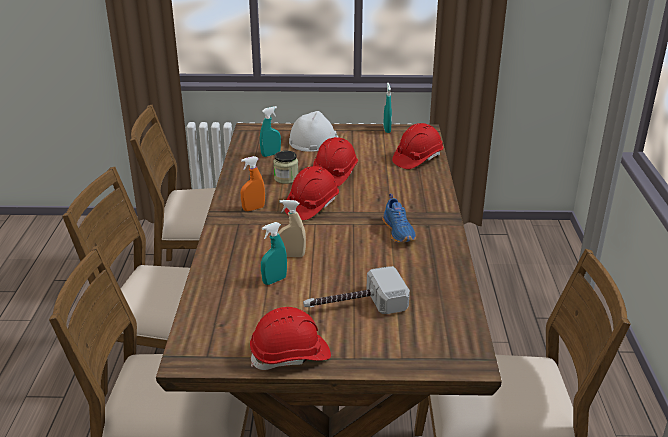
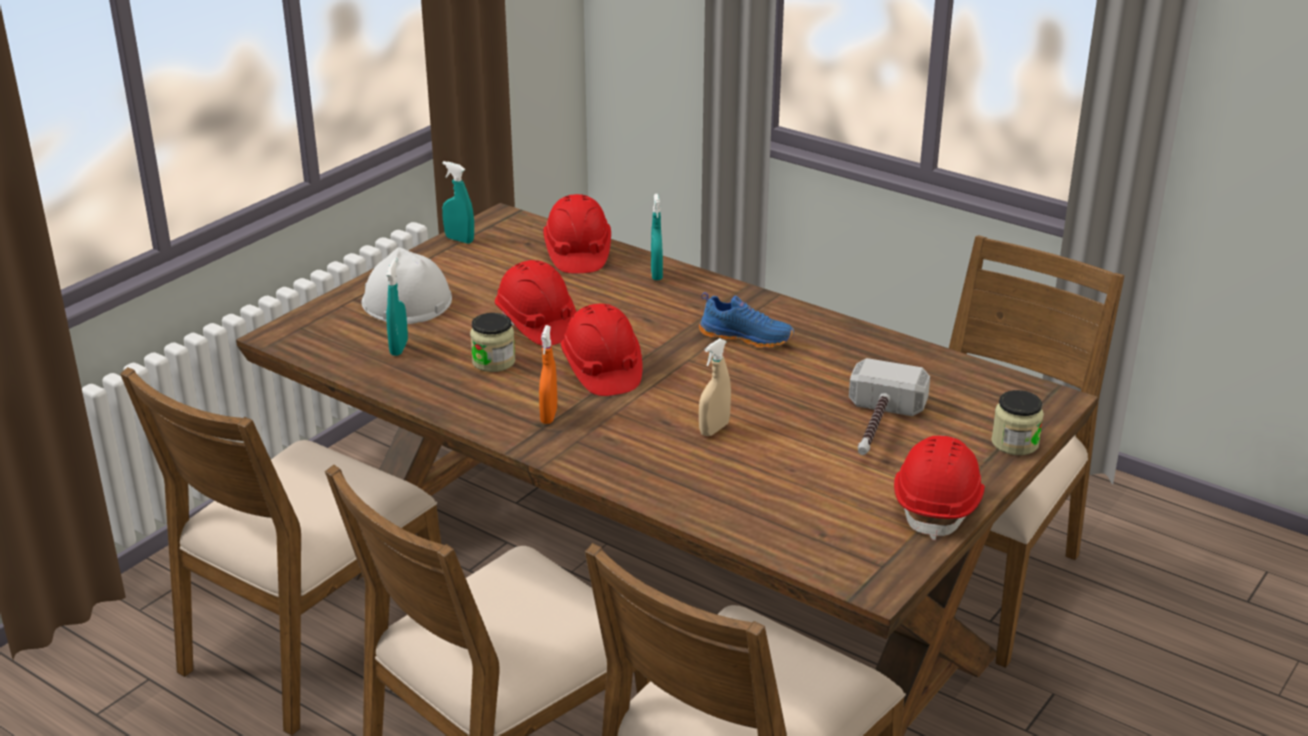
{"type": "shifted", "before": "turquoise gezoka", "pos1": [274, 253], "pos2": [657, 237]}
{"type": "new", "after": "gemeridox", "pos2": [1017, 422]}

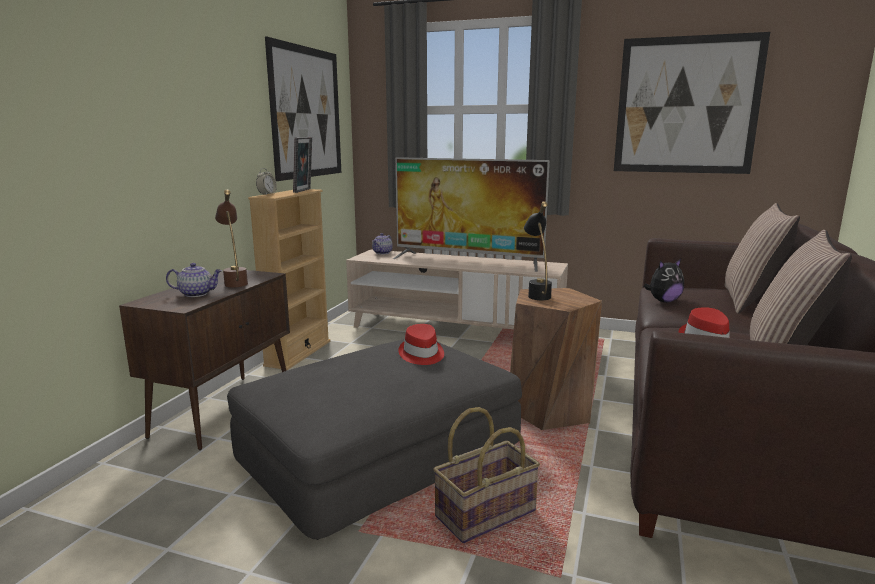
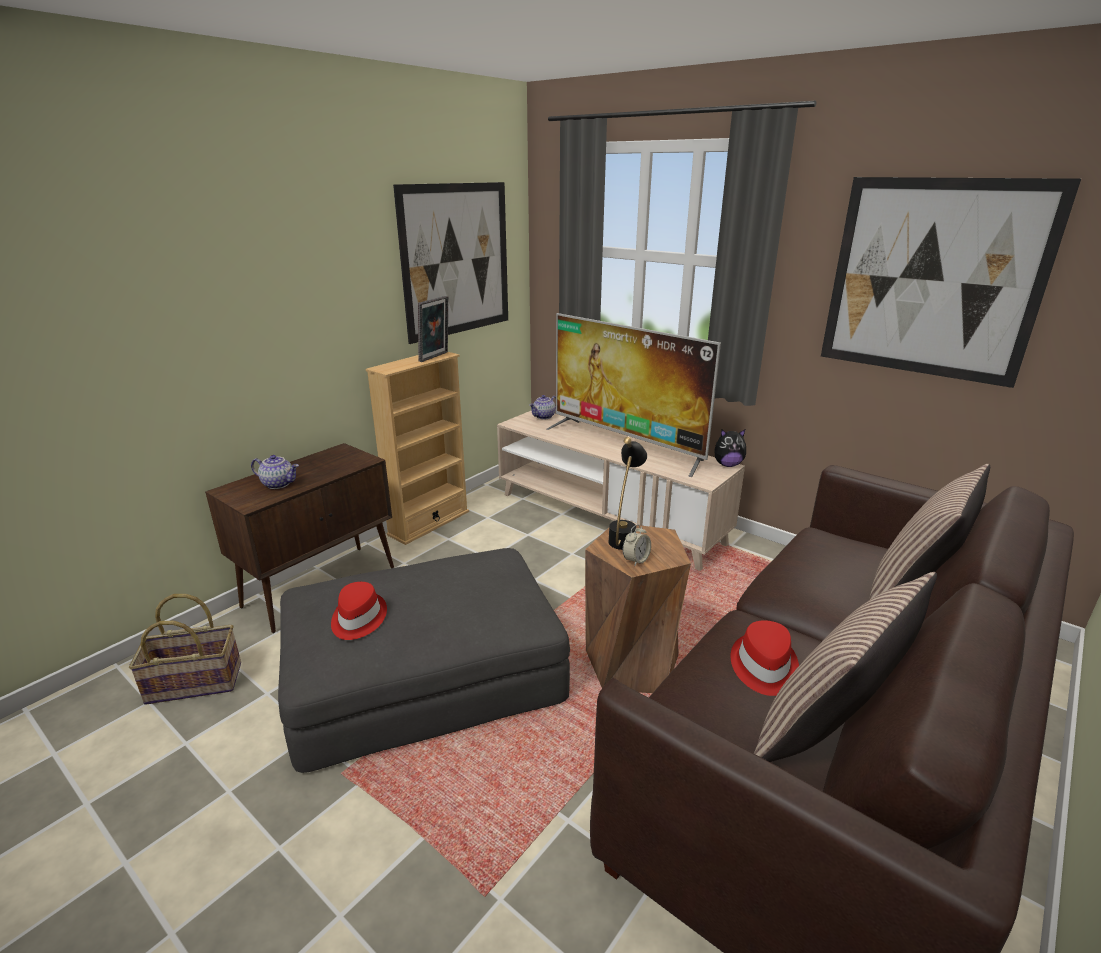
{"type": "shifted", "before": "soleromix", "pos1": [486, 475], "pos2": [185, 649]}
{"type": "shifted", "before": "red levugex", "pos1": [421, 344], "pos2": [359, 611]}
{"type": "shifted", "before": "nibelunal", "pos1": [266, 181], "pos2": [637, 545]}
{"type": "shifted", "before": "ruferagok", "pos1": [664, 280], "pos2": [730, 448]}
{"type": "gone", "before": "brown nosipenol", "pos1": [231, 238]}

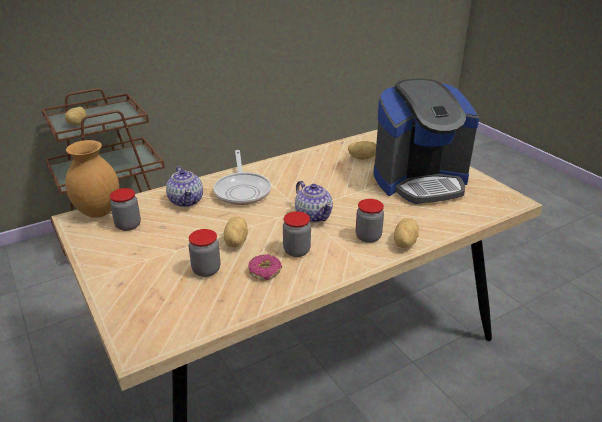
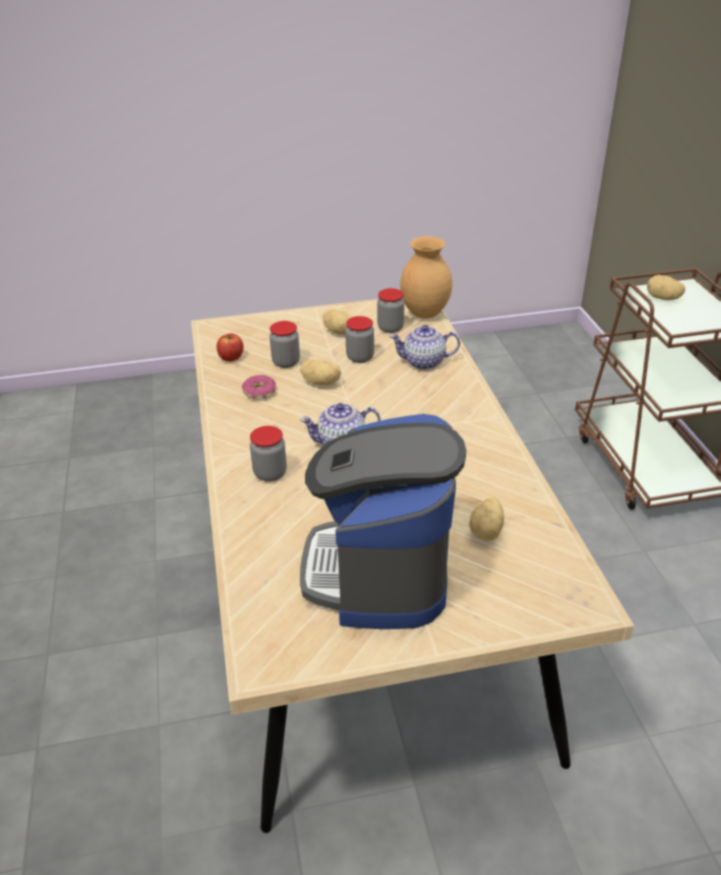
{"type": "new", "after": "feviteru", "pos2": [230, 347]}
{"type": "shifted", "before": "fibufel", "pos1": [406, 233], "pos2": [338, 322]}
{"type": "shifted", "before": "gemeridox", "pos1": [297, 234], "pos2": [359, 339]}
{"type": "gone", "before": "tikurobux", "pos1": [242, 177]}

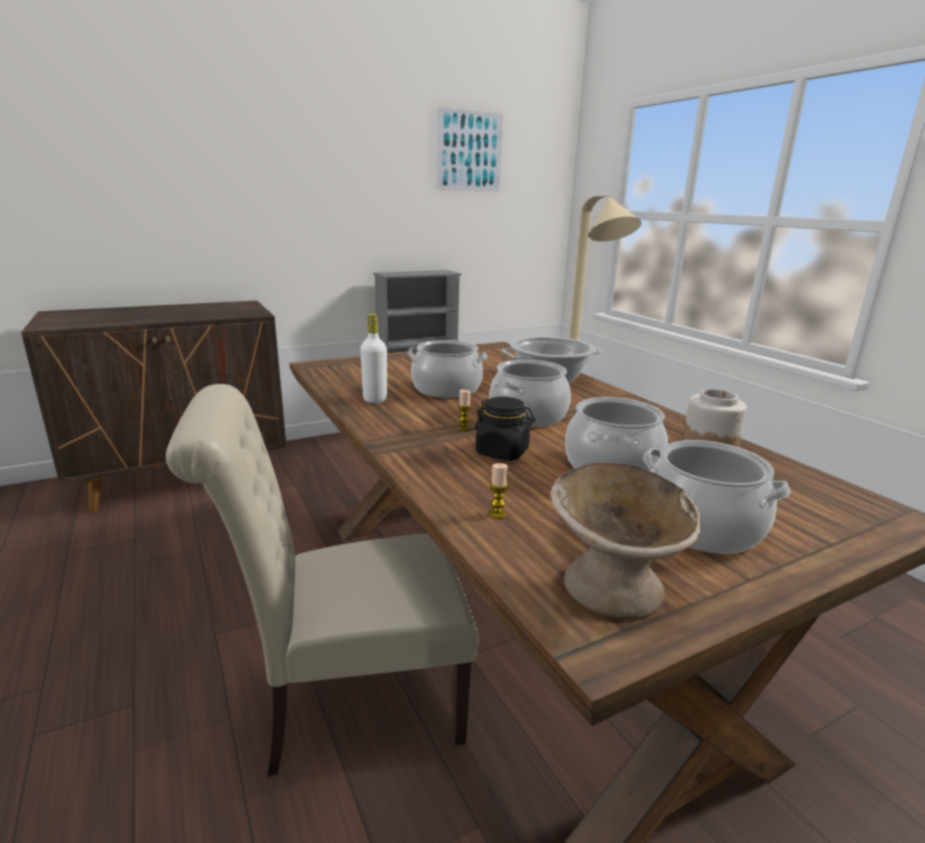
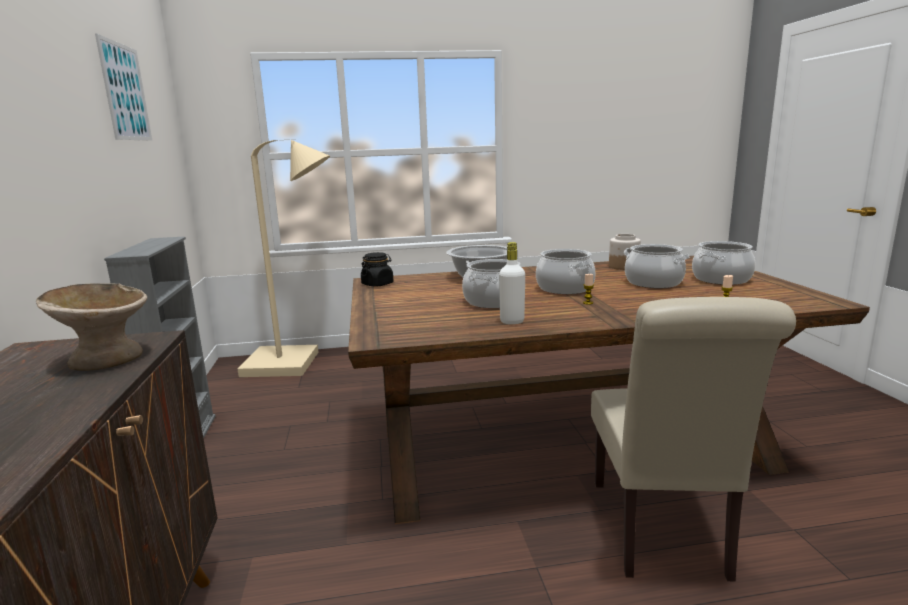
{"type": "shifted", "before": "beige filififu", "pos1": [626, 541], "pos2": [91, 327]}
{"type": "shifted", "before": "black gemeridox", "pos1": [504, 429], "pos2": [377, 269]}

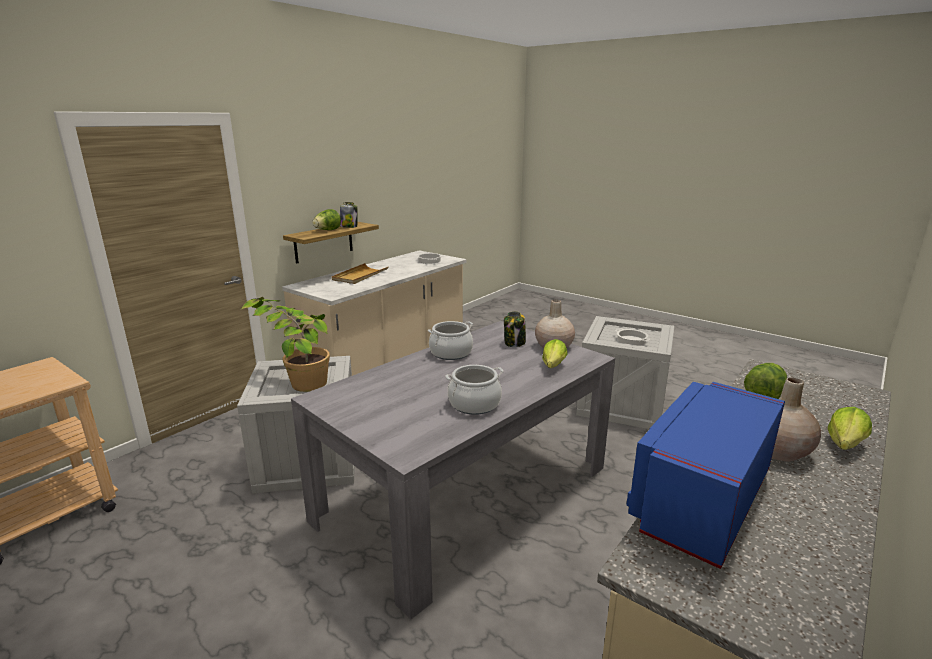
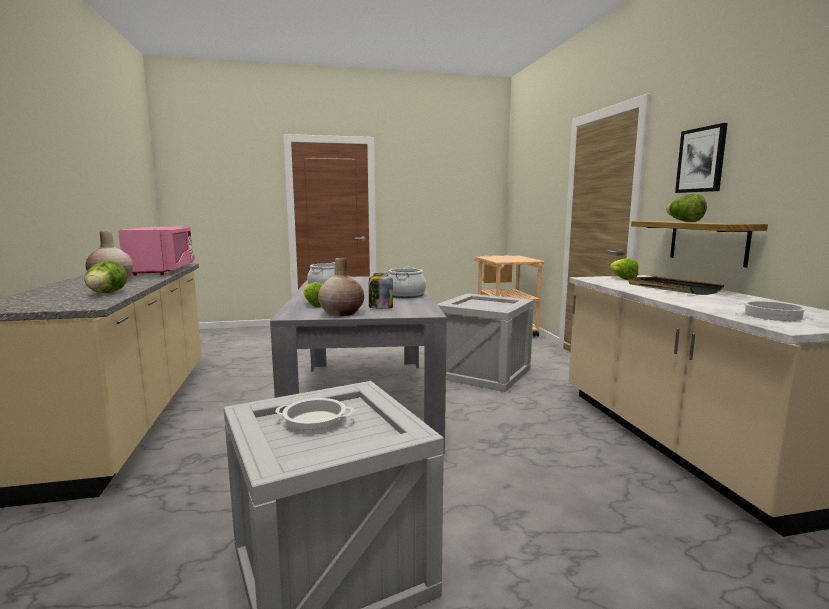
{"type": "repainted", "before": "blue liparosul", "after": "pink liparosul", "pos1": [705, 475], "pos2": [156, 251]}
{"type": "shifted", "before": "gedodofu", "pos1": [850, 428], "pos2": [624, 269]}
{"type": "repainted", "before": "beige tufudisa", "after": "black tufudisa", "pos1": [360, 273], "pos2": [676, 285]}
{"type": "new", "after": "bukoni", "pos2": [701, 158]}
{"type": "gone", "before": "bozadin", "pos1": [285, 344]}
{"type": "gone", "before": "gemeridox", "pos1": [349, 215]}

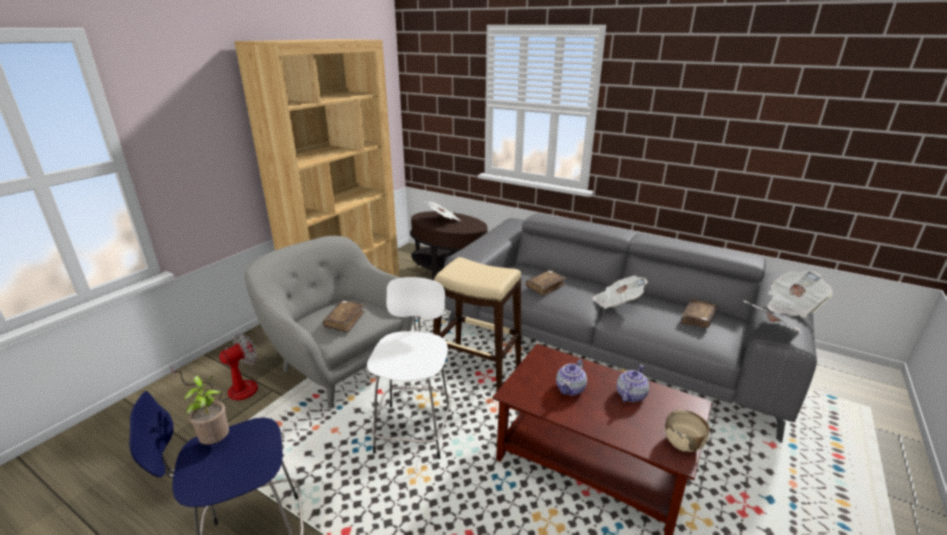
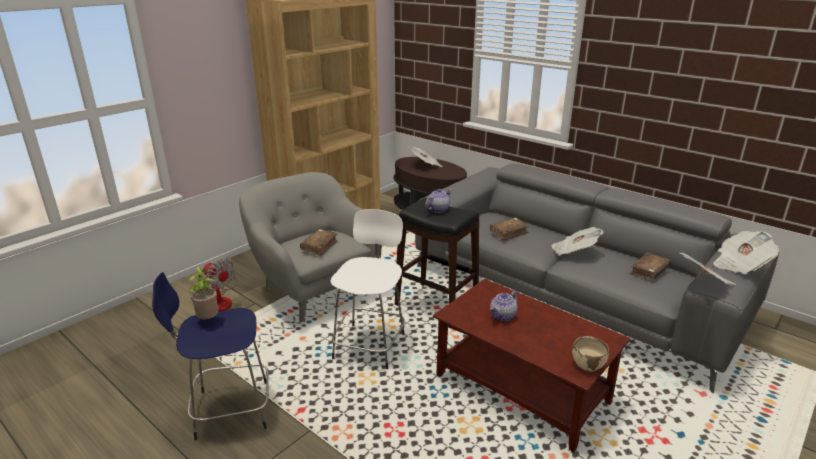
{"type": "rotated", "before": "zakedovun", "pos1": [214, 367], "pos2": [220, 283], "turn": 75}
{"type": "repainted", "before": "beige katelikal", "after": "black katelikal", "pos1": [477, 324], "pos2": [437, 252]}
{"type": "shifted", "before": "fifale", "pos1": [632, 383], "pos2": [438, 201]}

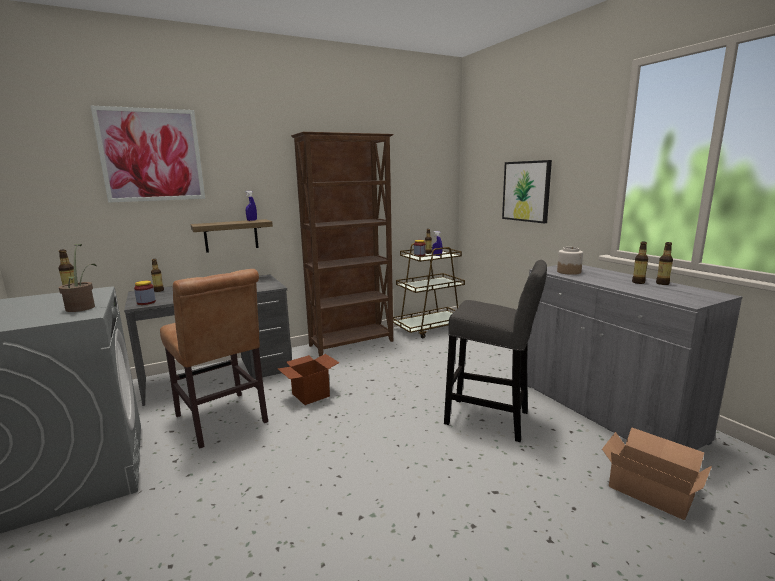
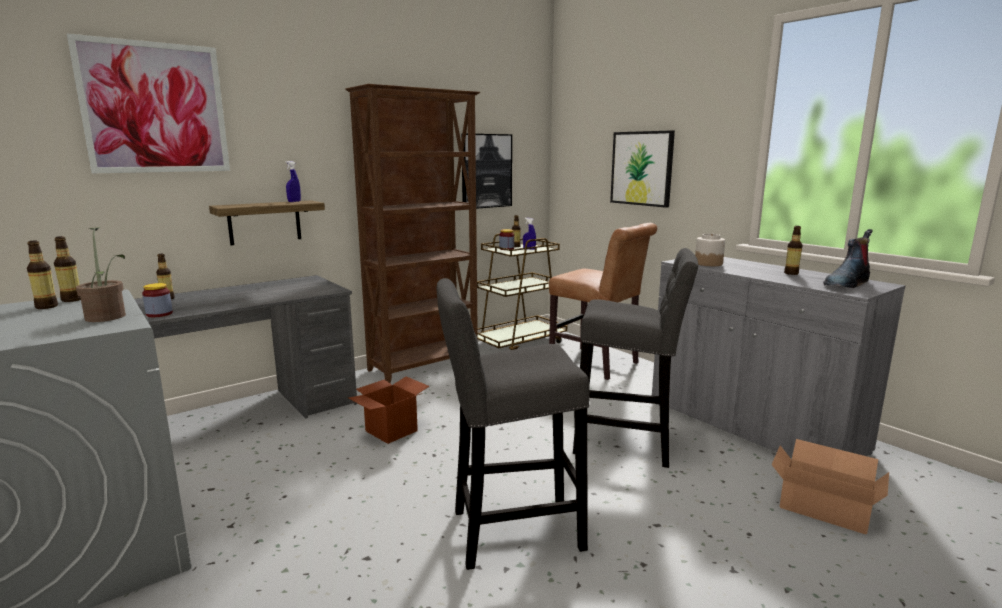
{"type": "shifted", "before": "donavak", "pos1": [664, 263], "pos2": [42, 274]}
{"type": "new", "after": "grey katelikal", "pos2": [513, 424]}
{"type": "new", "after": "bukoni", "pos2": [486, 171]}
{"type": "shifted", "before": "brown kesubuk", "pos1": [214, 358], "pos2": [603, 301]}
{"type": "new", "after": "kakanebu", "pos2": [848, 258]}

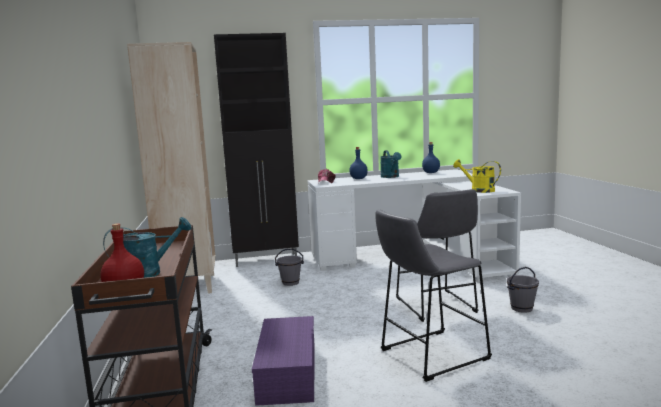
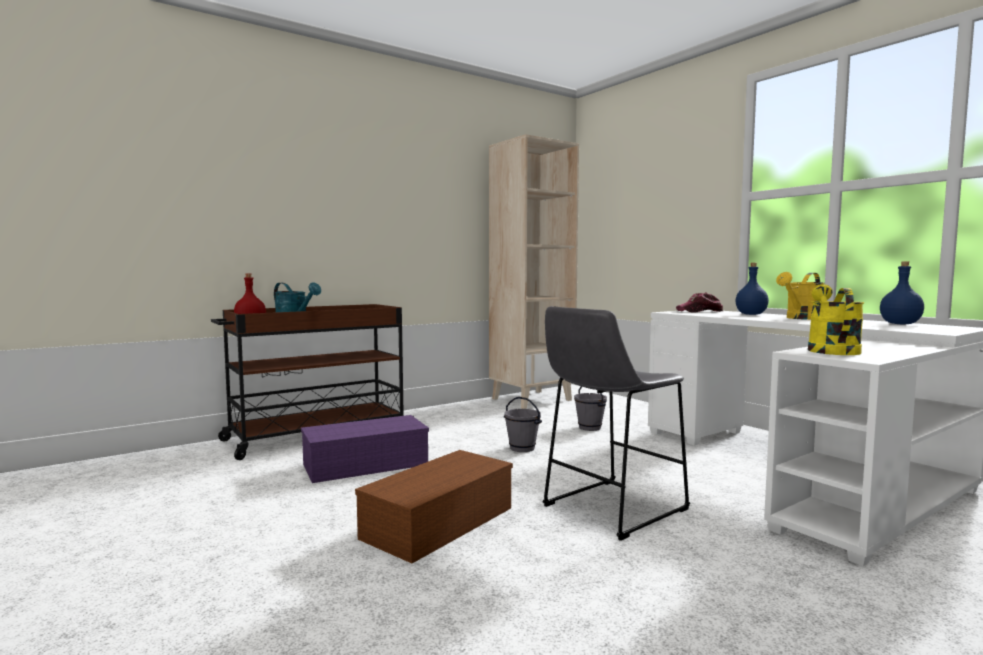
{"type": "swapped", "before": "grey katelikal", "after": "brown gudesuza", "pos1": [433, 295], "pos2": [434, 506]}
{"type": "shifted", "before": "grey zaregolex", "pos1": [523, 290], "pos2": [523, 424]}
{"type": "repainted", "before": "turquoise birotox", "after": "yellow birotox", "pos1": [390, 164], "pos2": [800, 296]}
{"type": "gone", "before": "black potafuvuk", "pos1": [256, 150]}

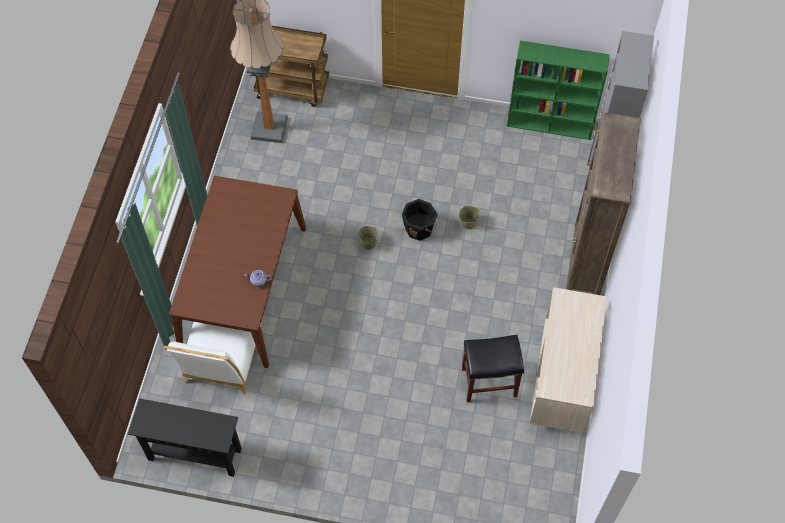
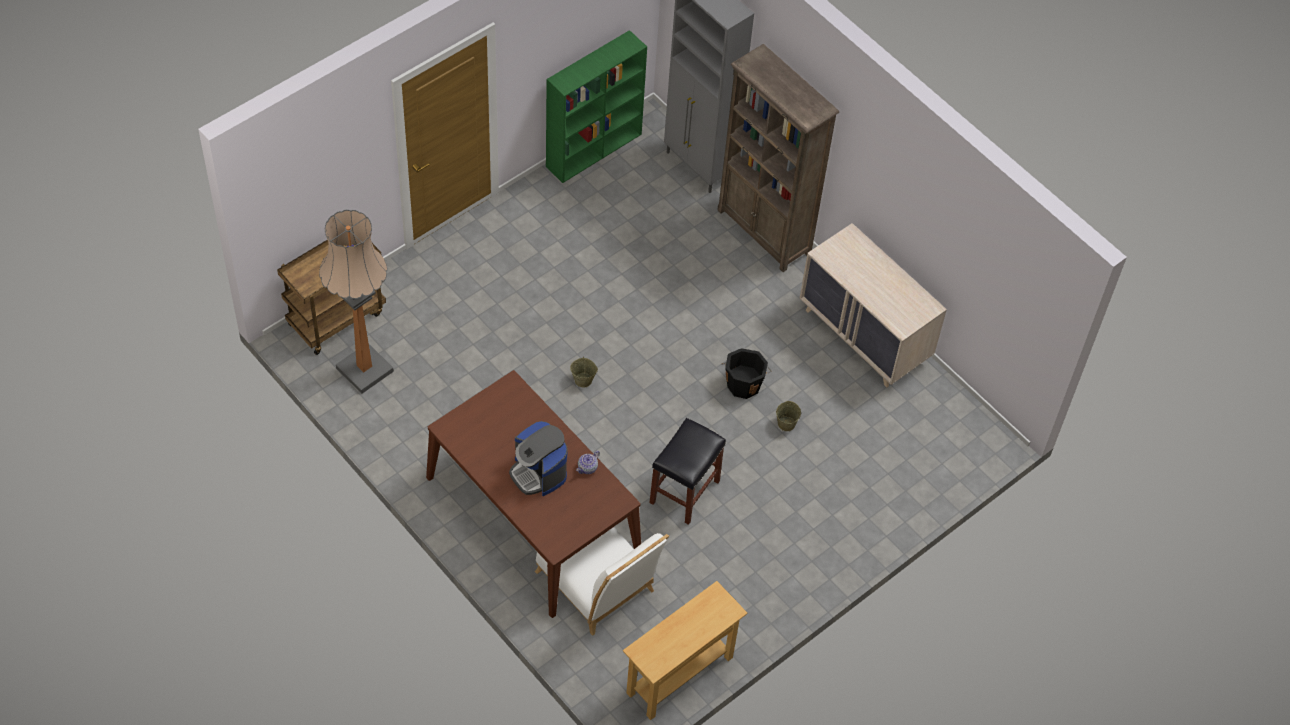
{"type": "new", "after": "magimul", "pos2": [538, 458]}
{"type": "repainted", "before": "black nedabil", "after": "beige nedabil", "pos1": [185, 437], "pos2": [685, 650]}
{"type": "shifted", "before": "black katelikal", "pos1": [493, 368], "pos2": [687, 471]}
{"type": "shifted", "before": "black zaregolex", "pos1": [420, 220], "pos2": [746, 373]}
{"type": "shifted", "before": "beige zaregolex", "pos1": [469, 217], "pos2": [788, 416]}

